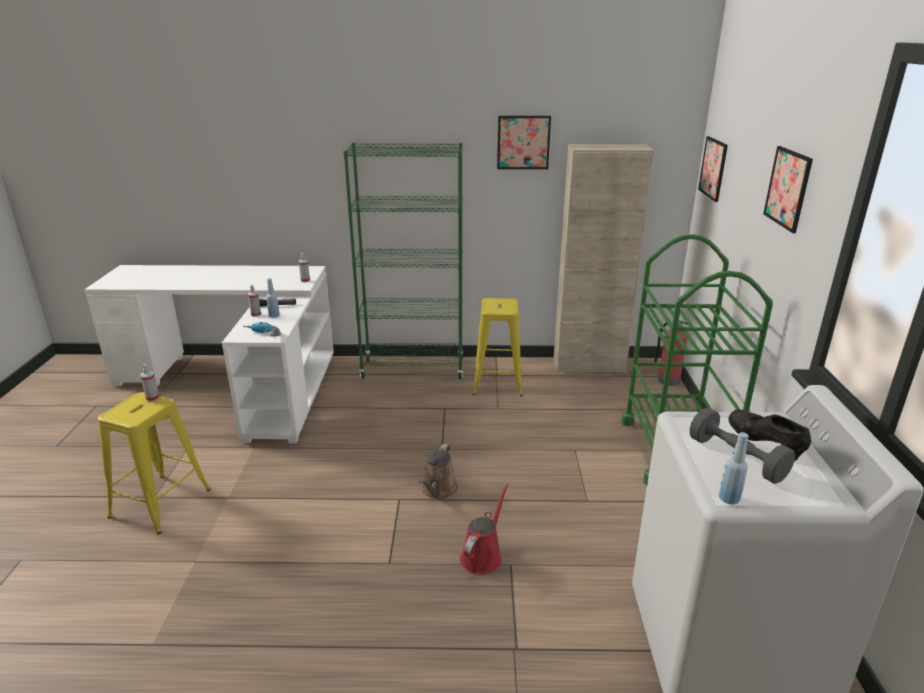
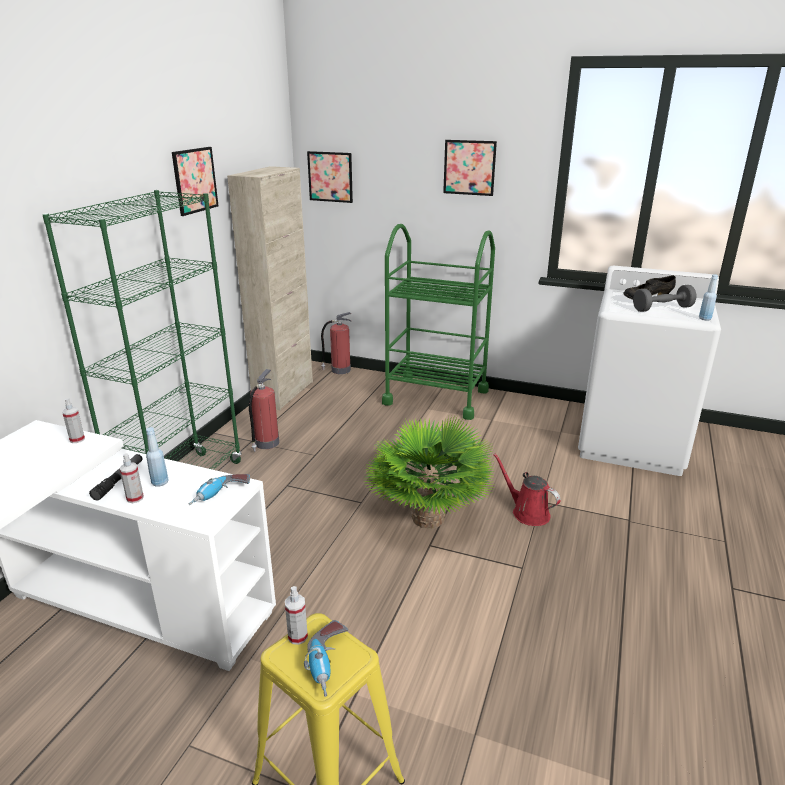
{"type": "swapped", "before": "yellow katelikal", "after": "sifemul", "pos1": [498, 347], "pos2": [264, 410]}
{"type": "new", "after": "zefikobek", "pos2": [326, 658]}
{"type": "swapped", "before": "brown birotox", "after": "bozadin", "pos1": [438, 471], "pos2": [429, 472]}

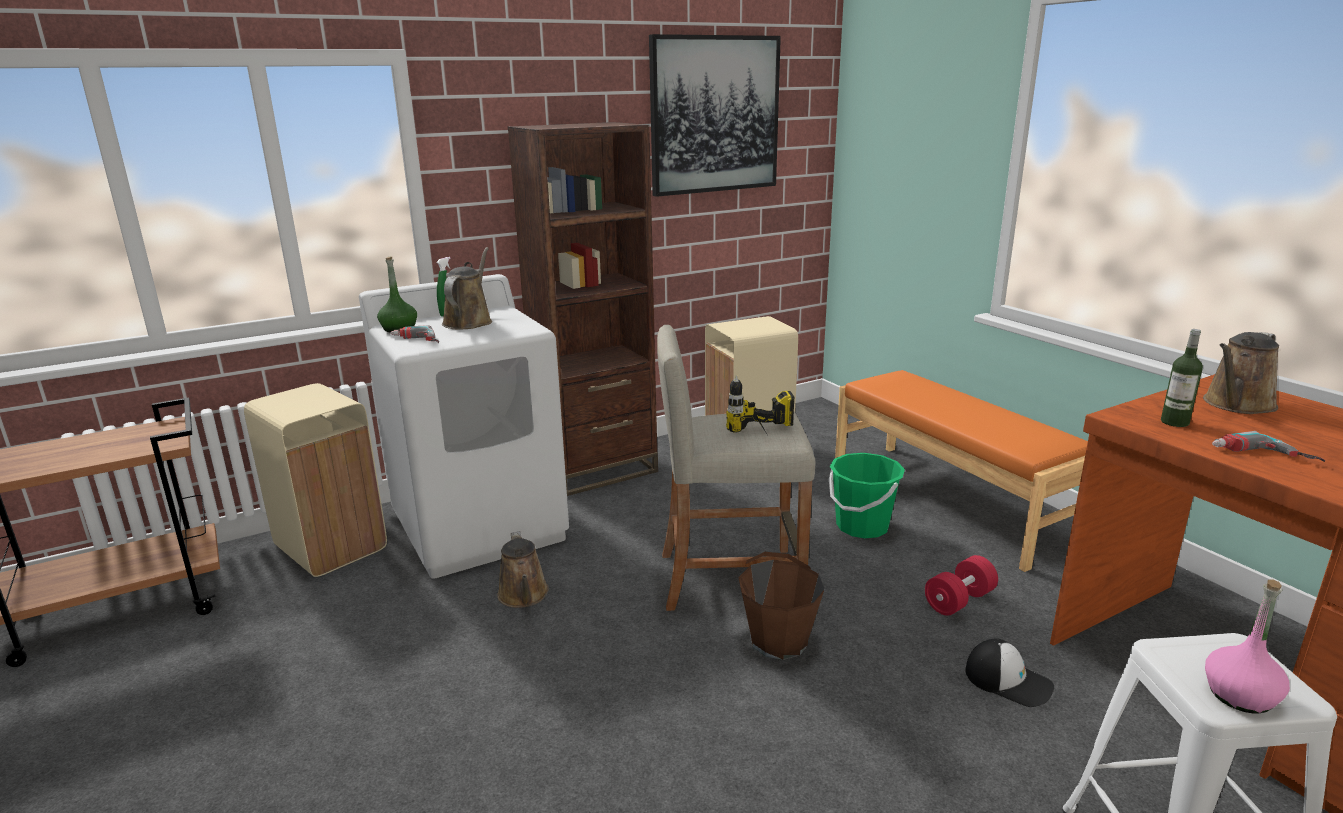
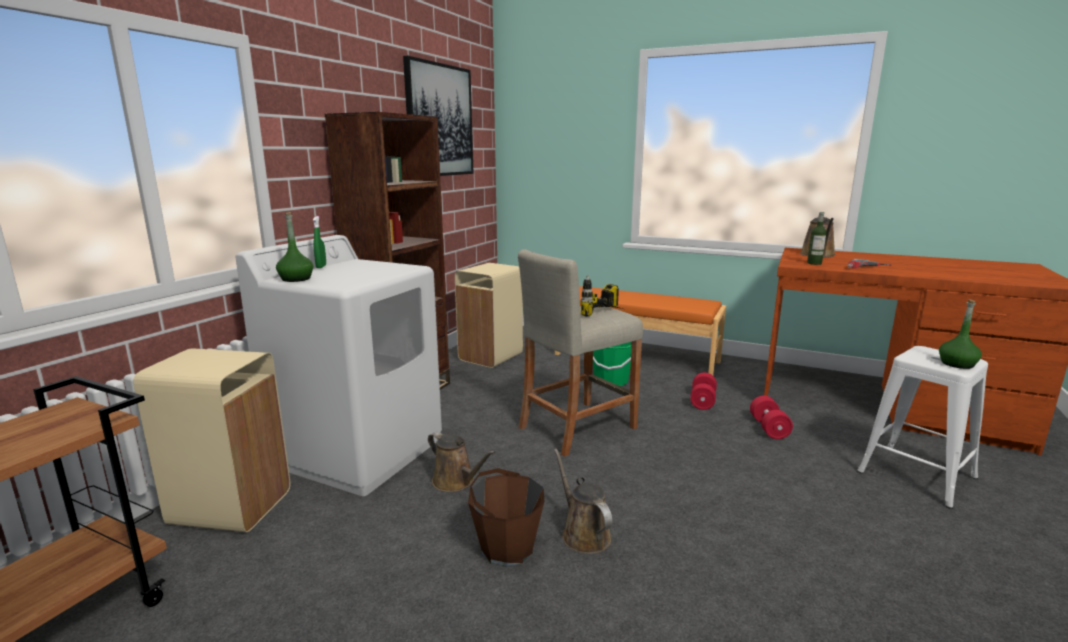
{"type": "shifted", "before": "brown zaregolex", "pos1": [781, 606], "pos2": [506, 517]}
{"type": "shifted", "before": "brown birotox", "pos1": [467, 288], "pos2": [583, 501]}
{"type": "swapped", "before": "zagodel", "after": "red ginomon", "pos1": [1009, 672], "pos2": [771, 417]}
{"type": "repainted", "before": "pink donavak", "after": "green donavak", "pos1": [1247, 646], "pos2": [960, 334]}
{"type": "gone", "before": "zefikobek", "pos1": [414, 334]}

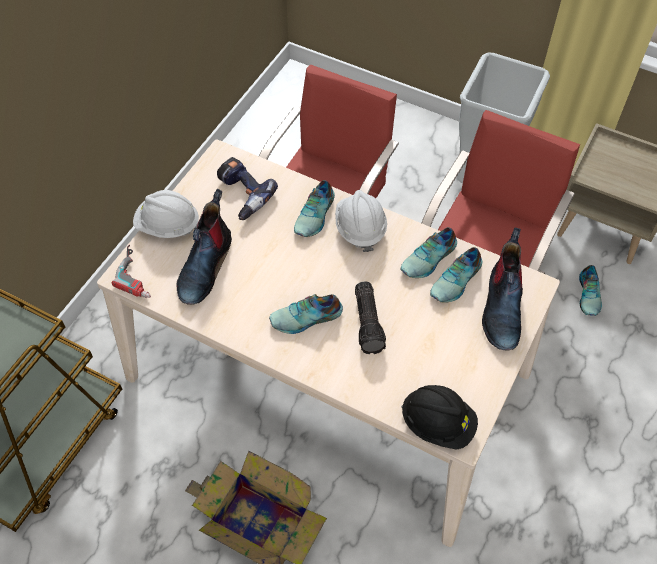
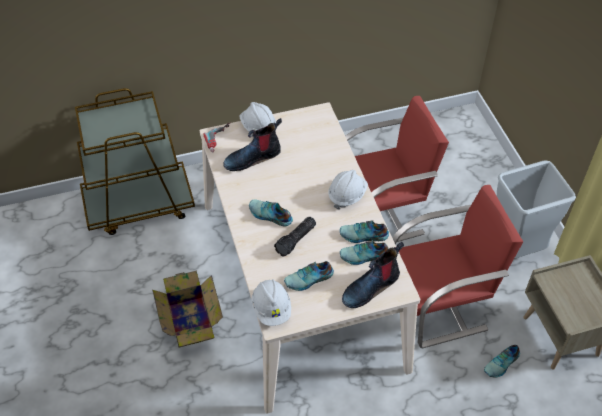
{"type": "repainted", "before": "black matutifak", "after": "white matutifak", "pos1": [439, 417], "pos2": [271, 302]}
{"type": "shifted", "before": "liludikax", "pos1": [314, 208], "pos2": [309, 276]}
{"type": "gone", "before": "zefikobek", "pos1": [247, 188]}

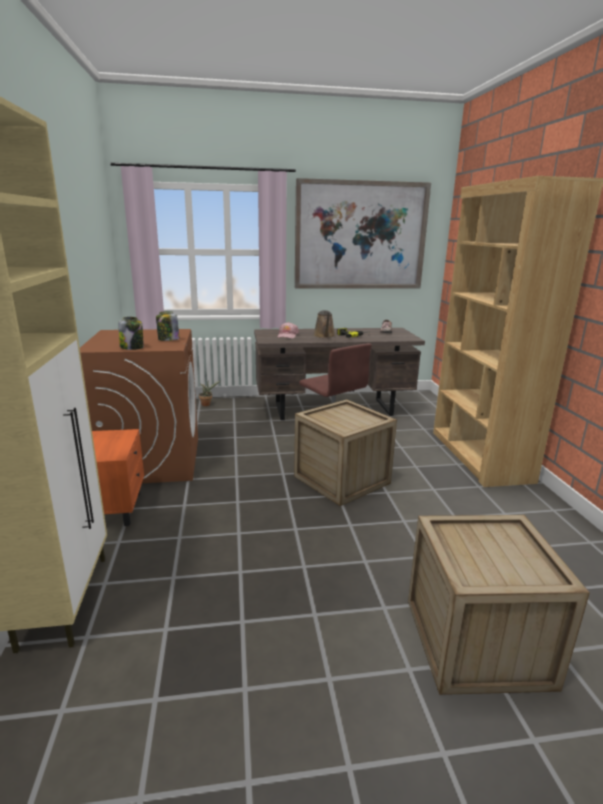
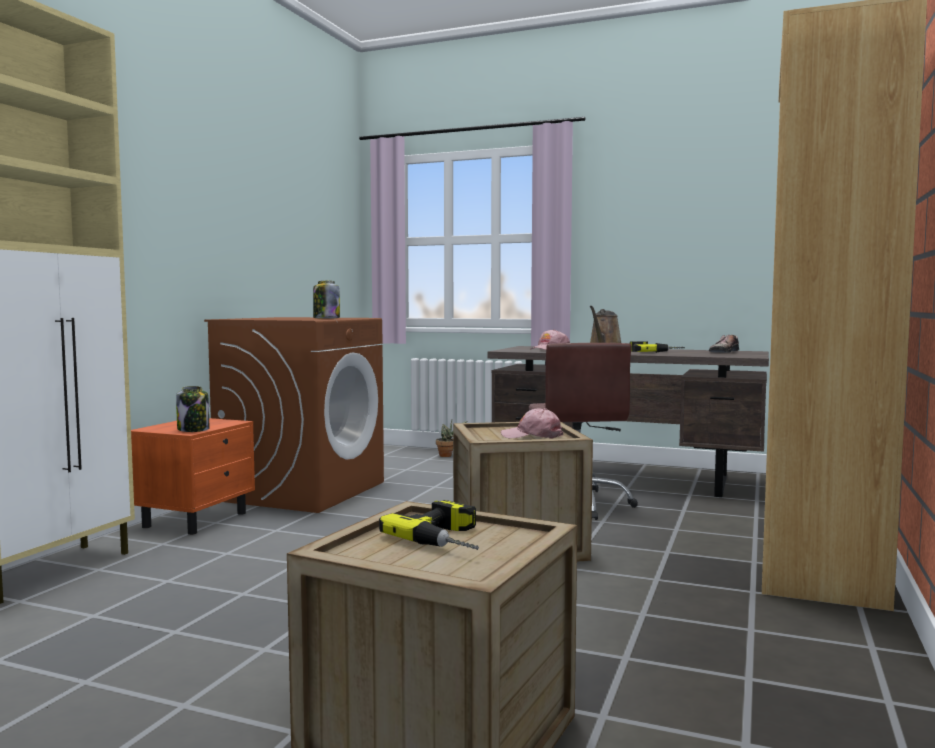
{"type": "shifted", "before": "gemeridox", "pos1": [131, 333], "pos2": [192, 409]}
{"type": "new", "after": "zefikobek", "pos2": [429, 525]}
{"type": "new", "after": "pink zagodel", "pos2": [532, 423]}
{"type": "gone", "before": "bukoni", "pos1": [363, 233]}

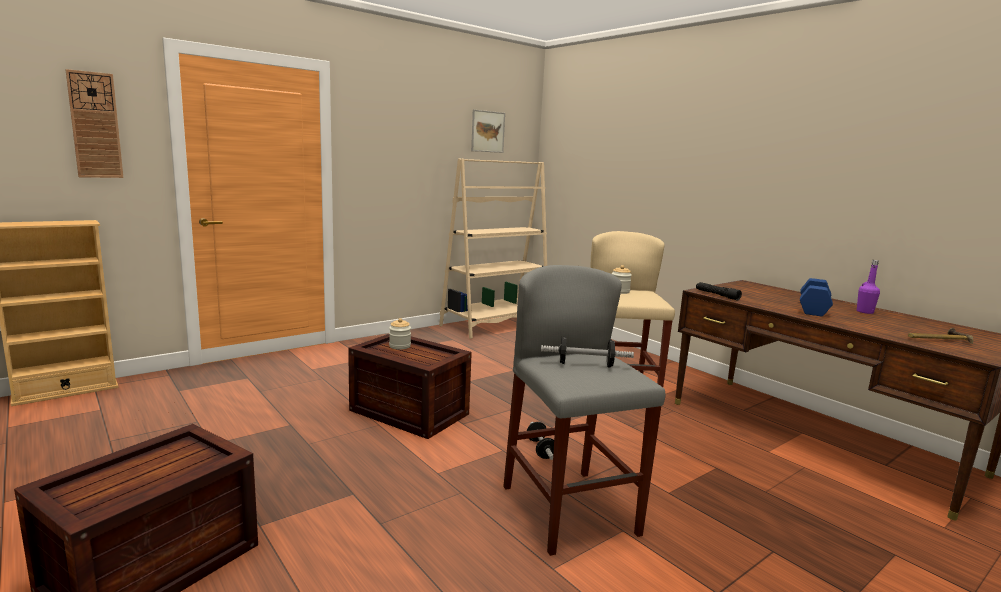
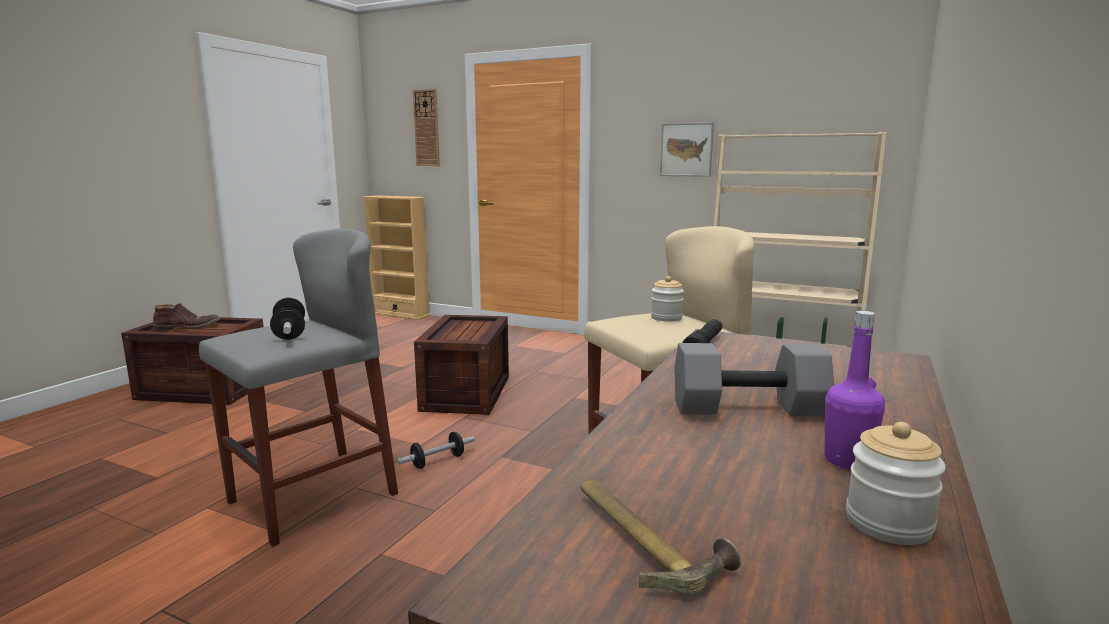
{"type": "new", "after": "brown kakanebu", "pos2": [186, 316]}
{"type": "shifted", "before": "bukoni", "pos1": [488, 131], "pos2": [687, 149]}
{"type": "repainted", "before": "blue ginomon", "after": "grey ginomon", "pos1": [816, 297], "pos2": [754, 379]}
{"type": "shifted", "before": "gemeridox", "pos1": [400, 333], "pos2": [896, 483]}

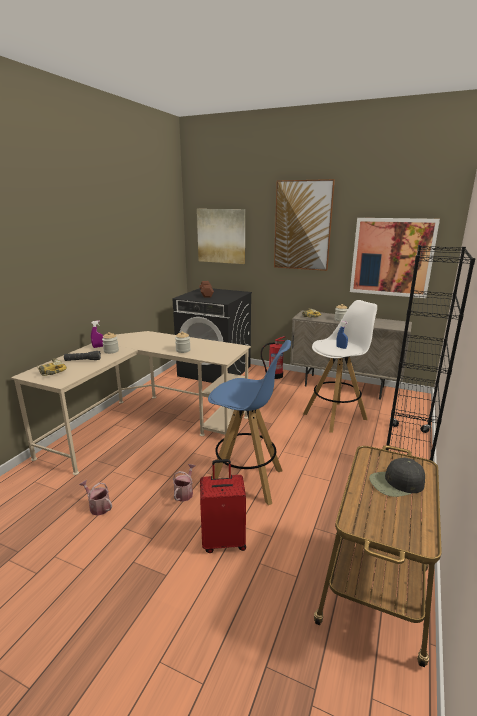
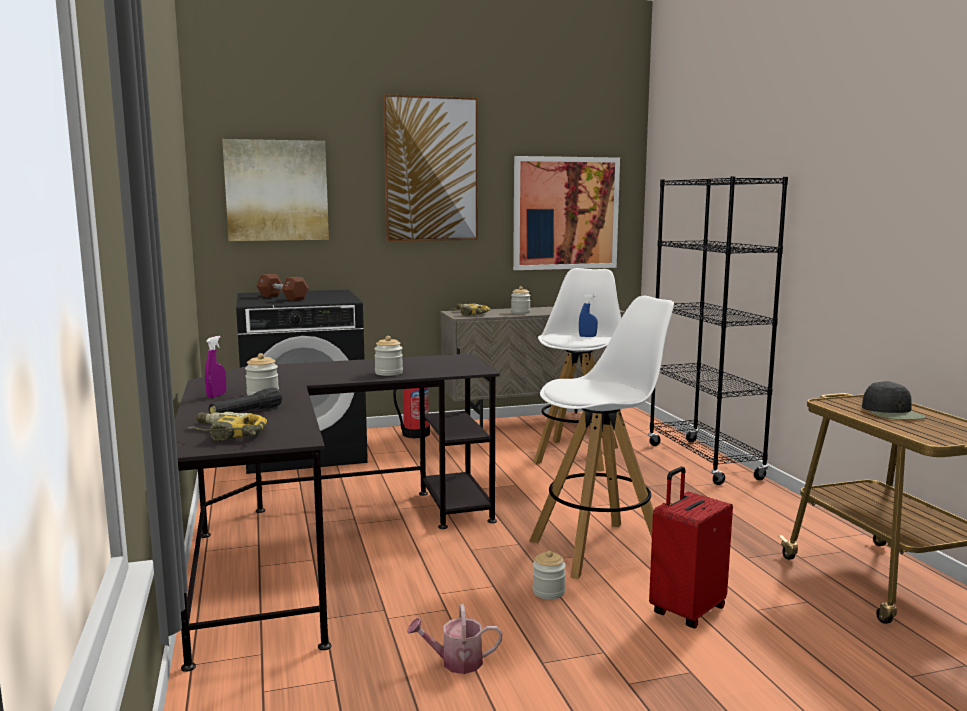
{"type": "repainted", "before": "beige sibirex", "after": "black sibirex", "pos1": [131, 403], "pos2": [337, 513]}
{"type": "repainted", "before": "blue katelikal", "after": "white katelikal", "pos1": [249, 422], "pos2": [601, 437]}
{"type": "swapped", "before": "birotox", "after": "gemeridox", "pos1": [184, 483], "pos2": [549, 575]}
{"type": "rotated", "before": "black zagodel", "pos1": [397, 477], "pos2": [894, 400], "turn": -45}

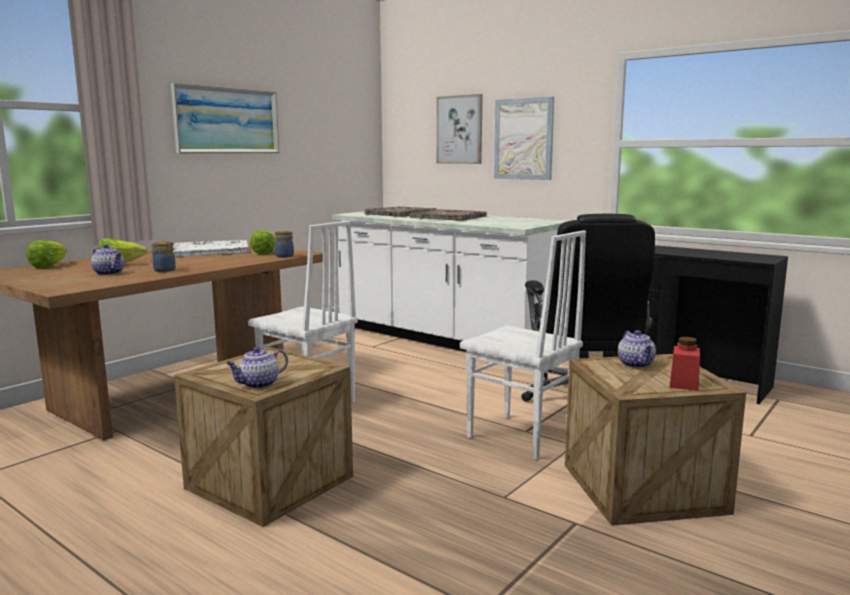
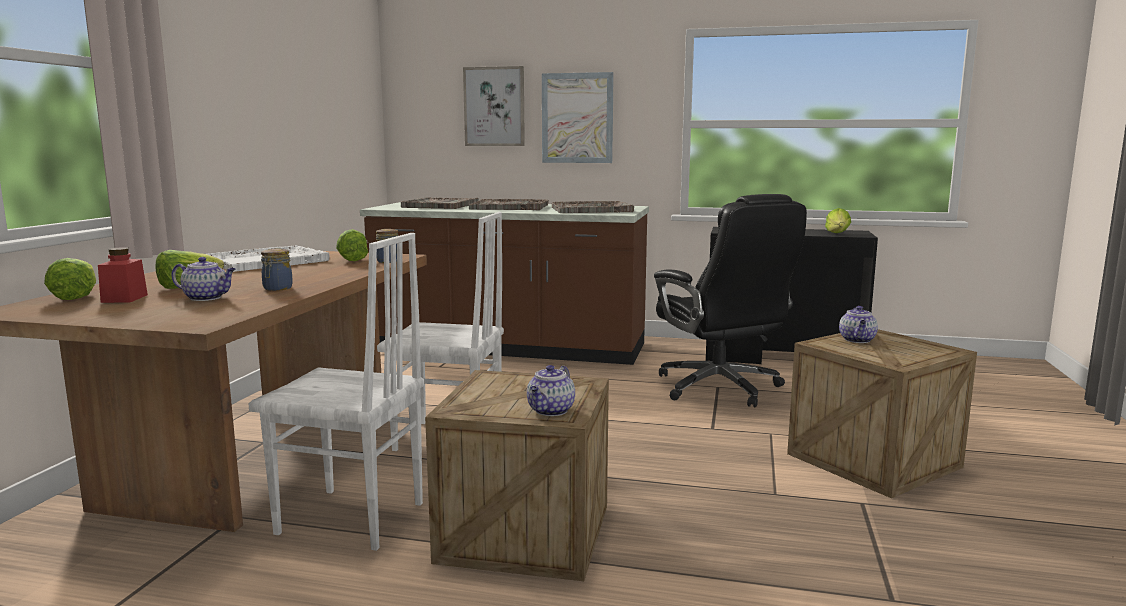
{"type": "shifted", "before": "red gemeridox", "pos1": [685, 364], "pos2": [123, 275]}
{"type": "shifted", "before": "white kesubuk", "pos1": [523, 345], "pos2": [336, 392]}
{"type": "repainted", "before": "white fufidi", "after": "brown fufidi", "pos1": [449, 281], "pos2": [504, 283]}
{"type": "new", "after": "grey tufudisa", "pos2": [593, 207]}
{"type": "new", "after": "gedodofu", "pos2": [838, 220]}
{"type": "rotated", "before": "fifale", "pos1": [637, 349], "pos2": [858, 324], "turn": 45}
{"type": "gone", "before": "bukoni", "pos1": [225, 118]}

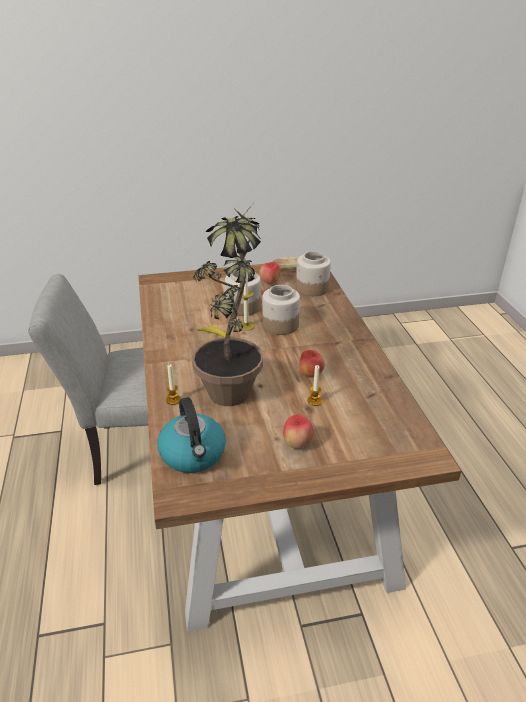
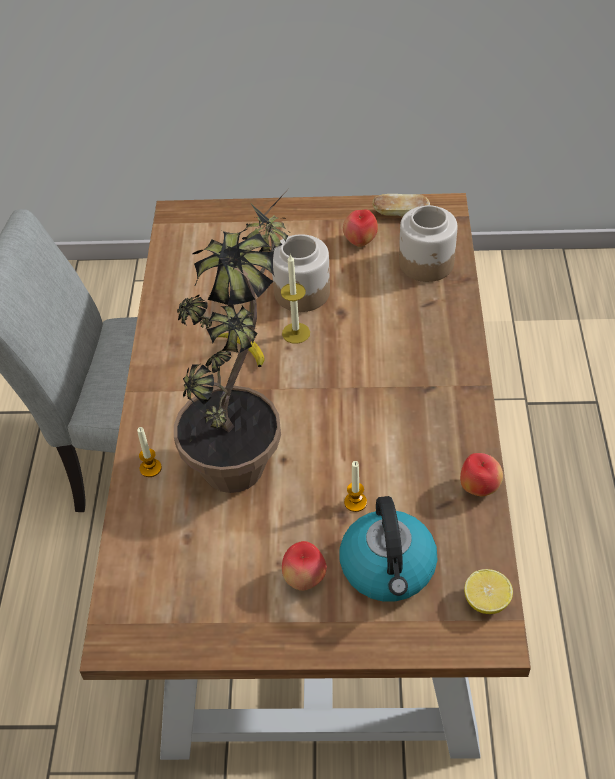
{"type": "shifted", "before": "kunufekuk", "pos1": [191, 435], "pos2": [389, 549]}
{"type": "shifted", "before": "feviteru", "pos1": [312, 364], "pos2": [481, 474]}
{"type": "new", "after": "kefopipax", "pos2": [488, 591]}
{"type": "gone", "before": "gemeridox", "pos1": [281, 310]}

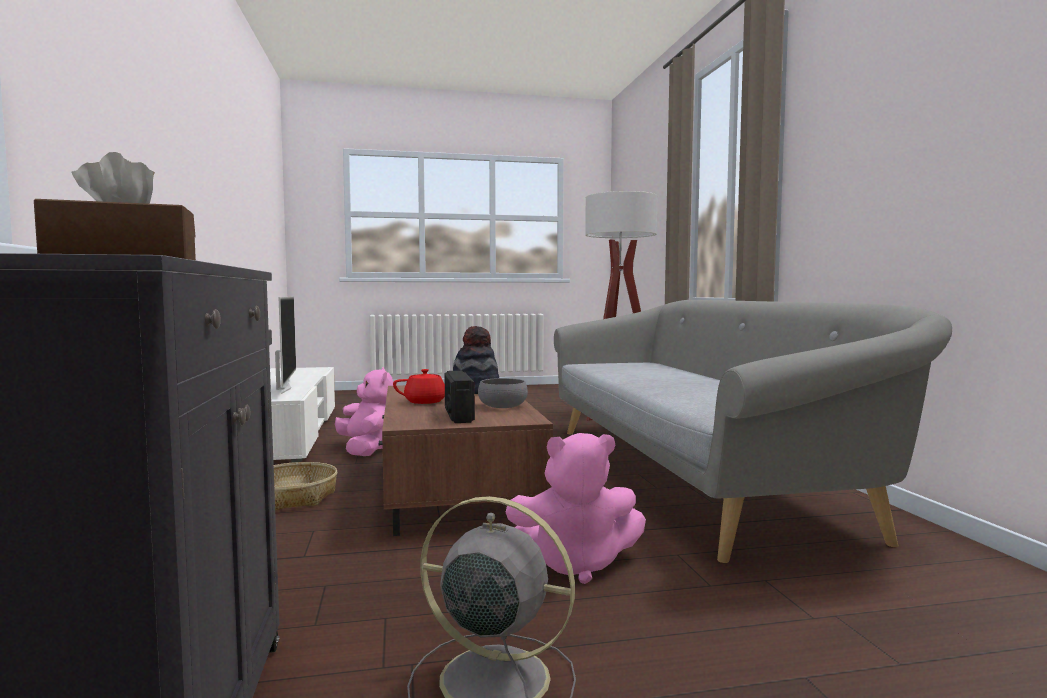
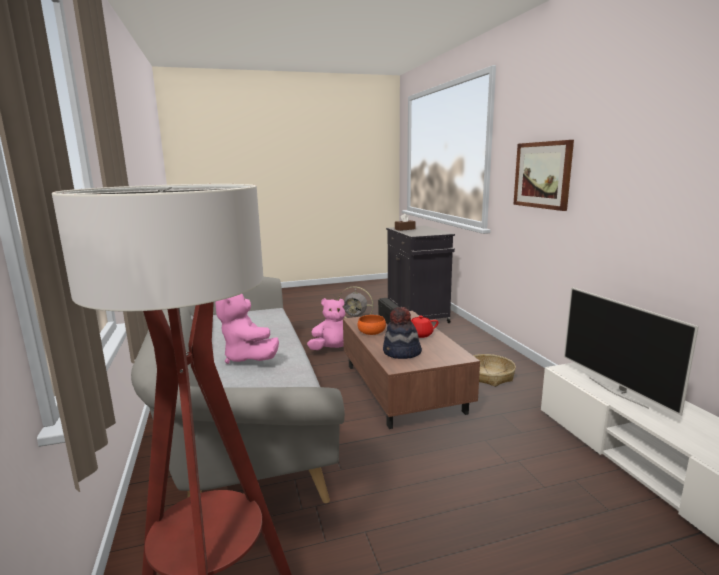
{"type": "shifted", "before": "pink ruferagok", "pos1": [364, 411], "pos2": [247, 329]}
{"type": "repainted", "before": "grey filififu", "after": "orange filififu", "pos1": [503, 393], "pos2": [371, 325]}
{"type": "new", "after": "bukoni", "pos2": [543, 175]}

